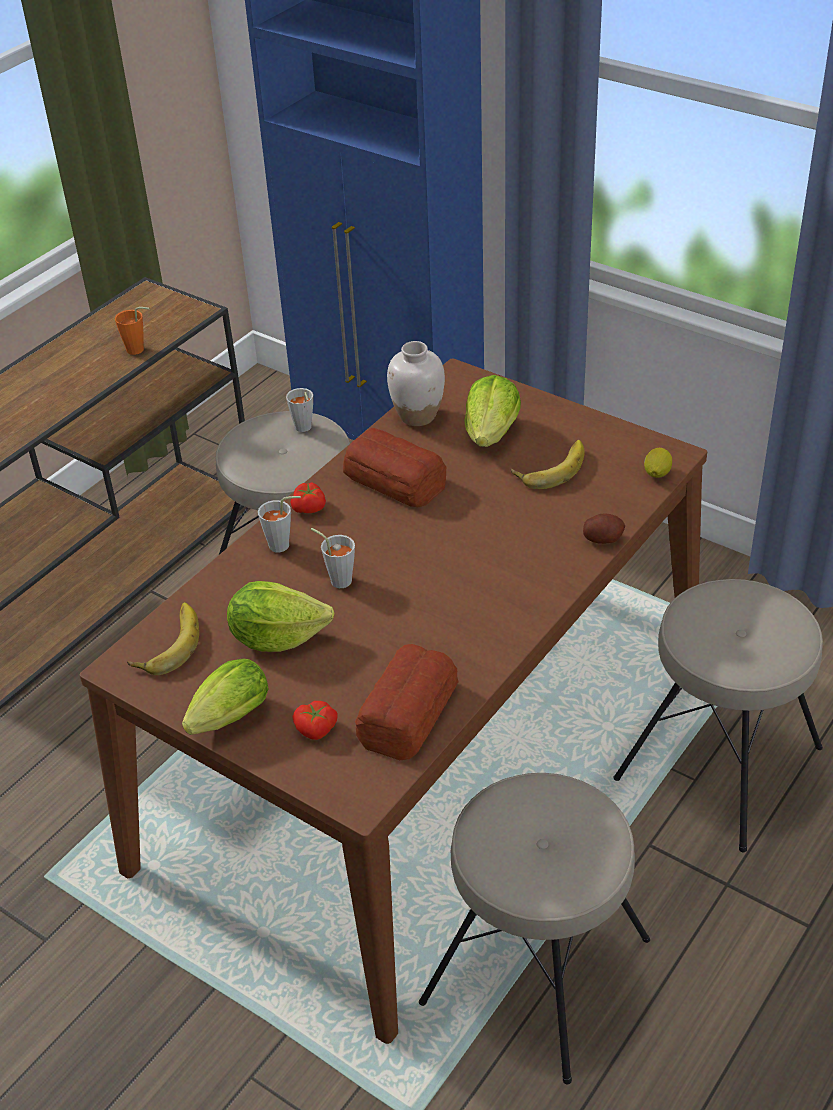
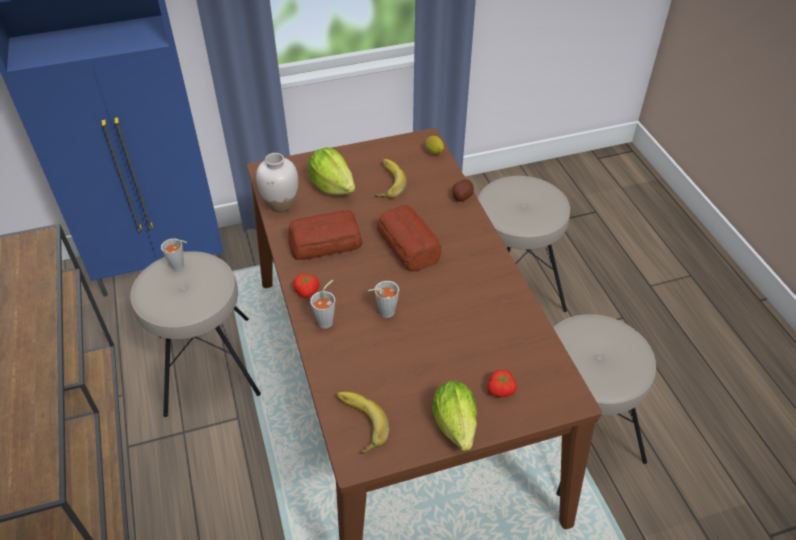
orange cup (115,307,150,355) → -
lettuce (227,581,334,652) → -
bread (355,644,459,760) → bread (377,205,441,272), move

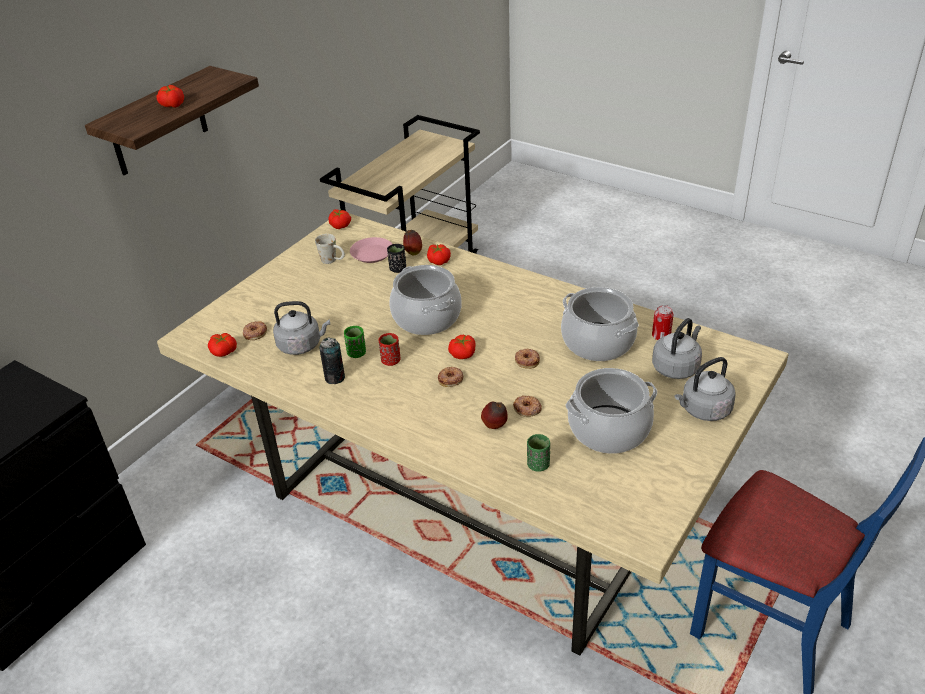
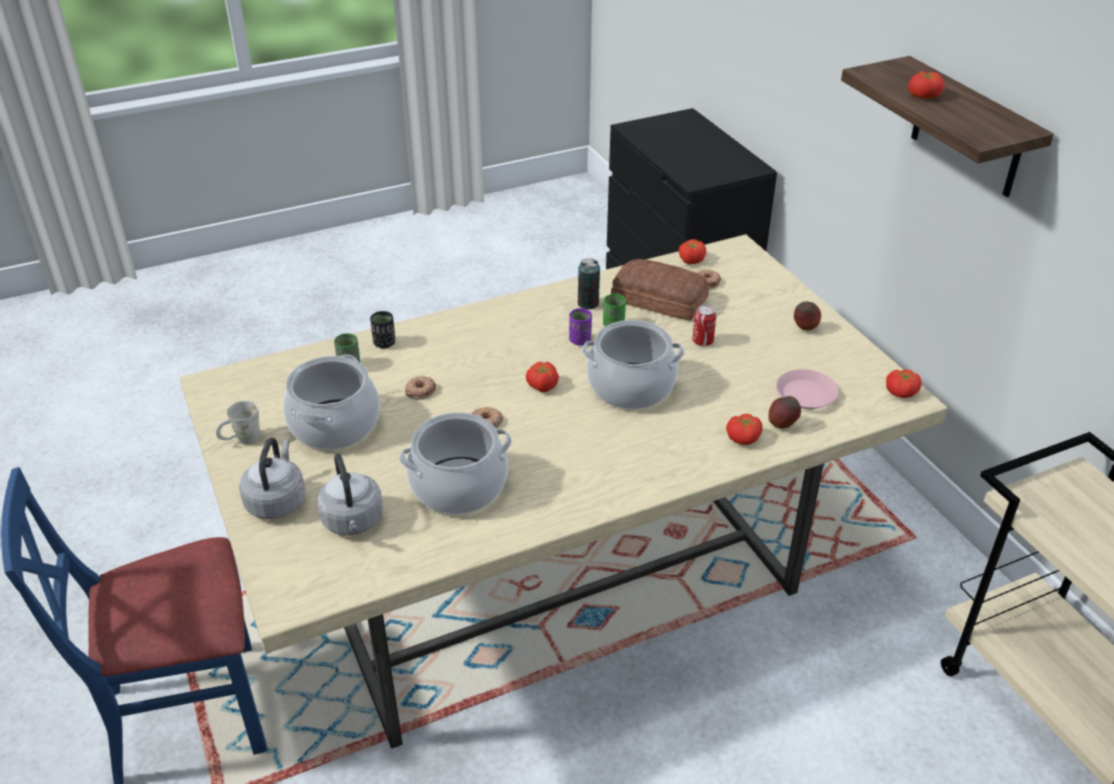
white mug (315,234,345,264) → white mug (216,401,260,445), move
black cup (387,244,406,273) → black cup (370,311,395,348), move
grey kettle (273,301,330,355) → bread (611,259,709,321)
can (652,305,673,340) → can (692,305,716,346), move
red cup (379,333,400,366) → purple cup (569,308,592,346)
donut (438,367,463,387) → -
apple (481,402,508,429) → apple (794,302,821,331), move

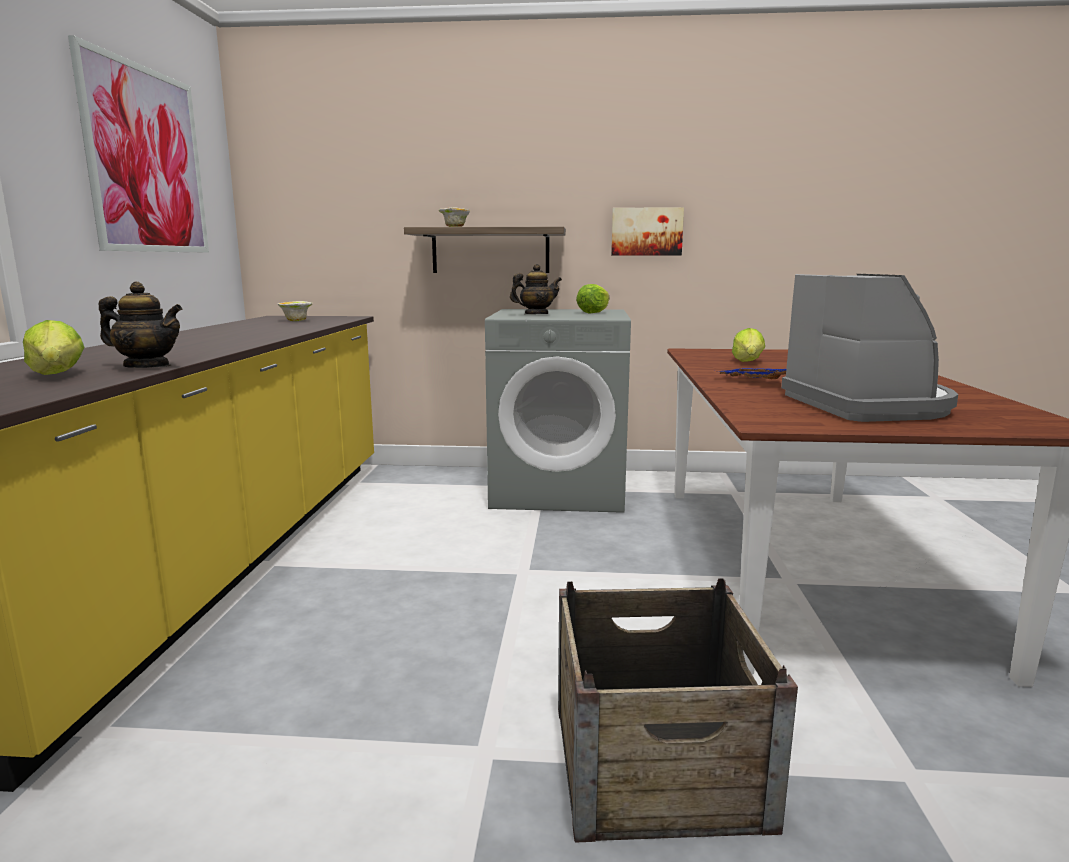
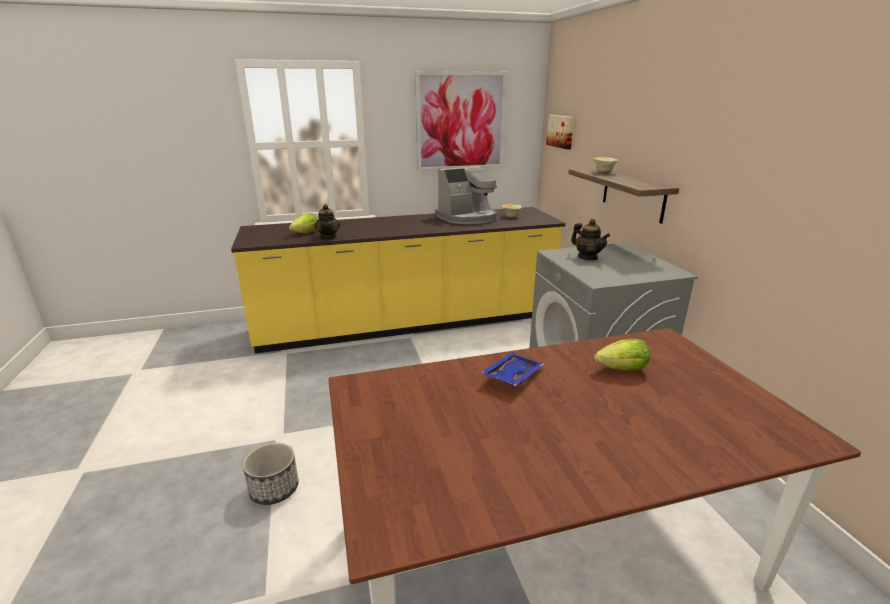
picture (611,207,684,255) → picture (546,115,574,150), move
coffee machine (781,274,958,422) → coffee machine (435,166,497,224), move
lettuce (576,284,610,313) → -
crate (558,578,798,842) → planter (243,443,299,505)

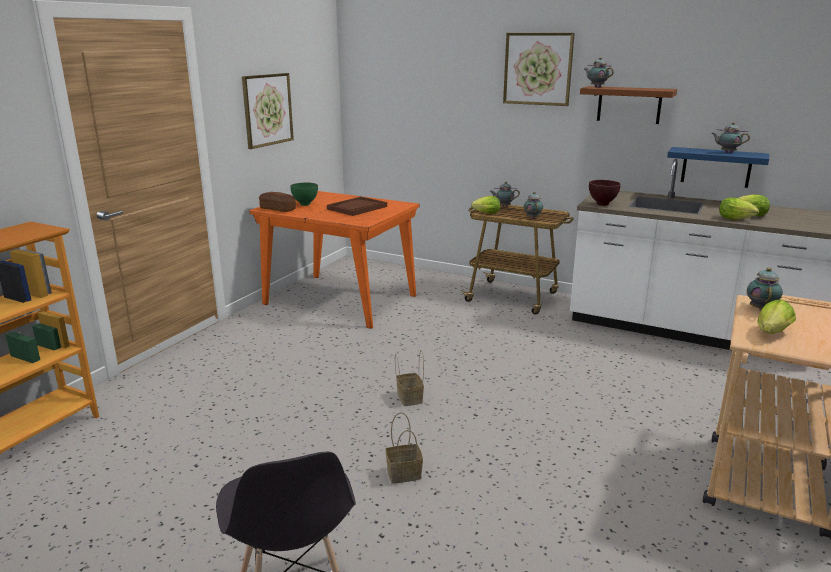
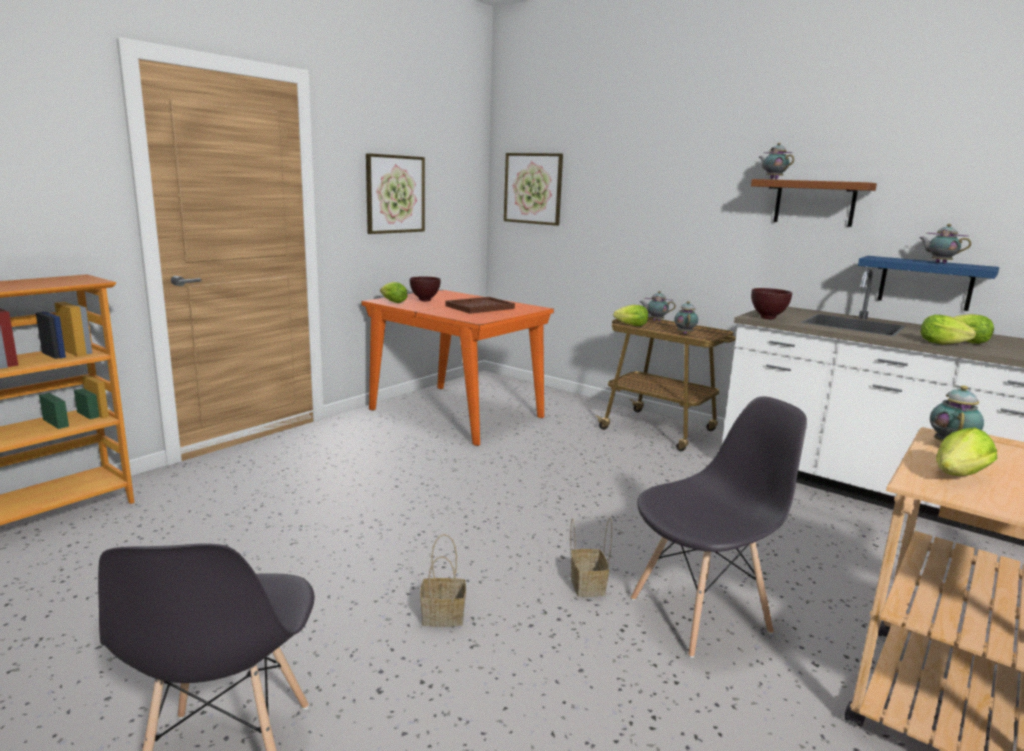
picture (503,33,575,106) → picture (504,153,563,226), move
green bowl (290,183,318,206) → brown bowl (410,276,441,301)
bread (259,192,296,212) → lettuce (380,282,408,303)
basket (395,350,424,406) → basket (571,518,612,597), move
- → grey chair (631,396,807,658)

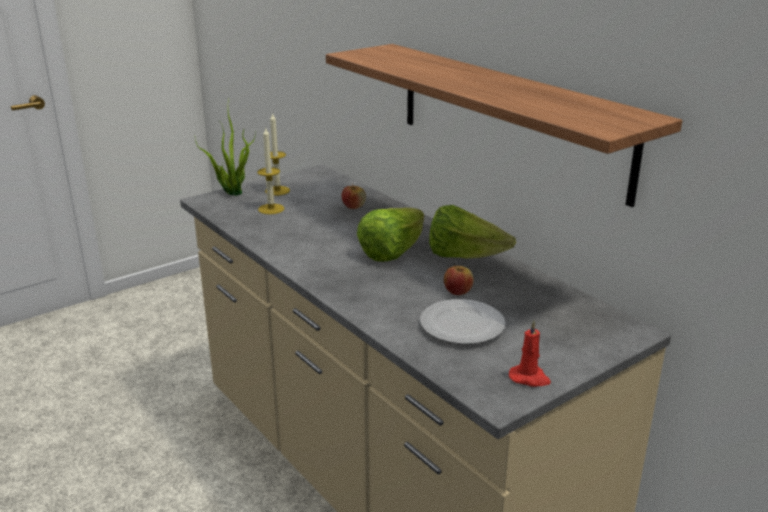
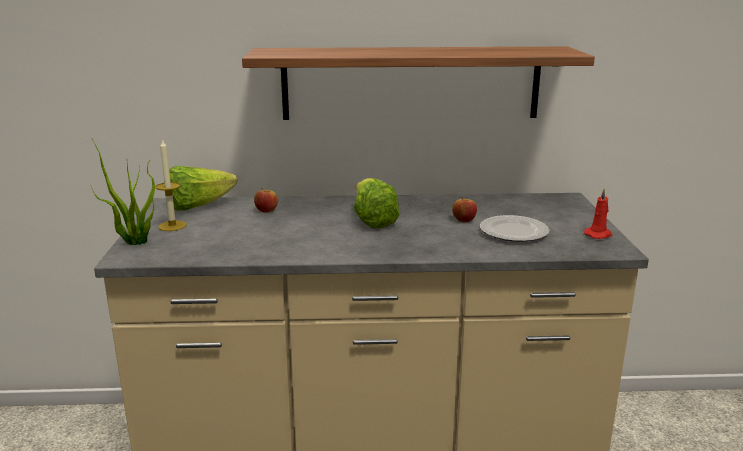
candle (257,128,284,214) → -
lettuce (429,205,516,258) → lettuce (169,166,237,211), move

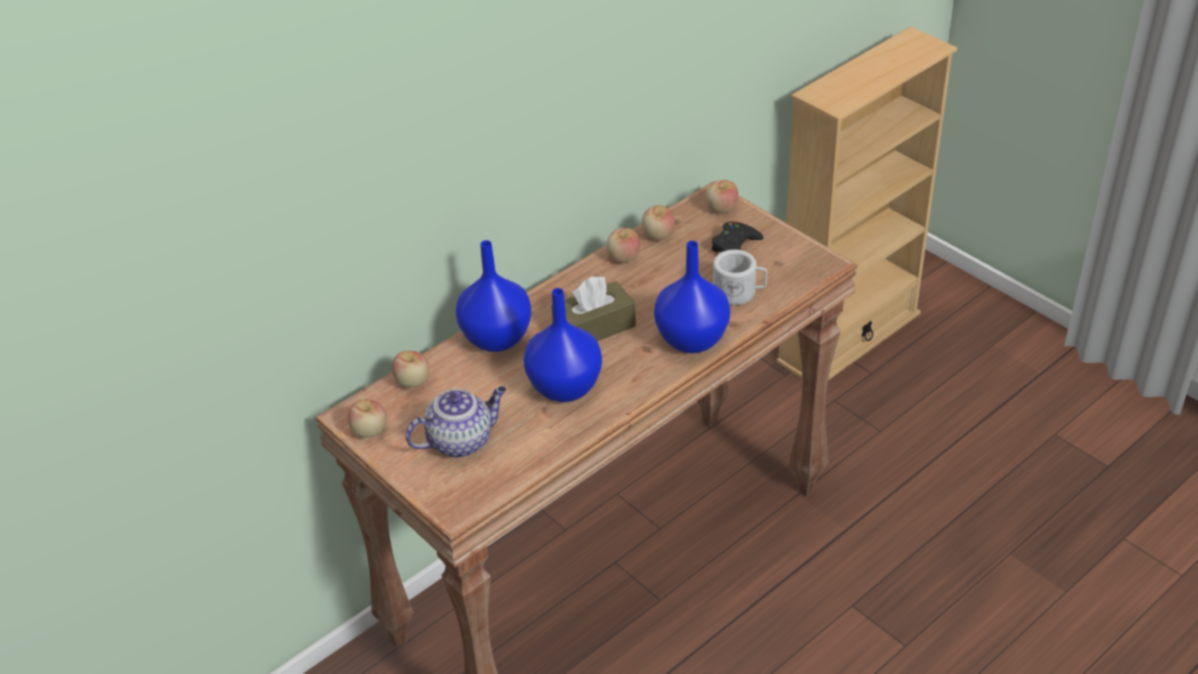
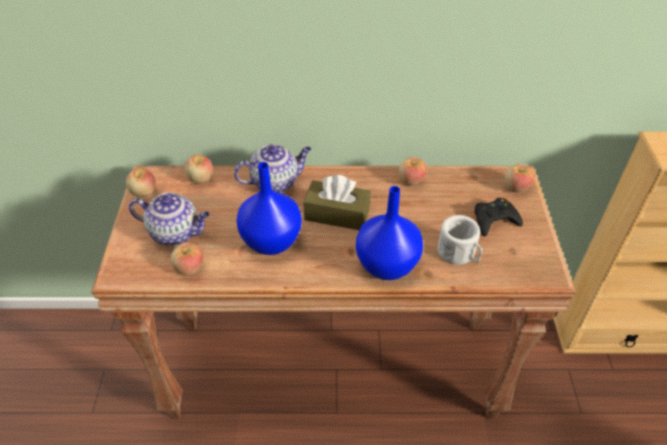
apple (642,205,675,240) → apple (171,242,203,276), move
blue vase (456,240,532,352) → teapot (234,144,311,193)

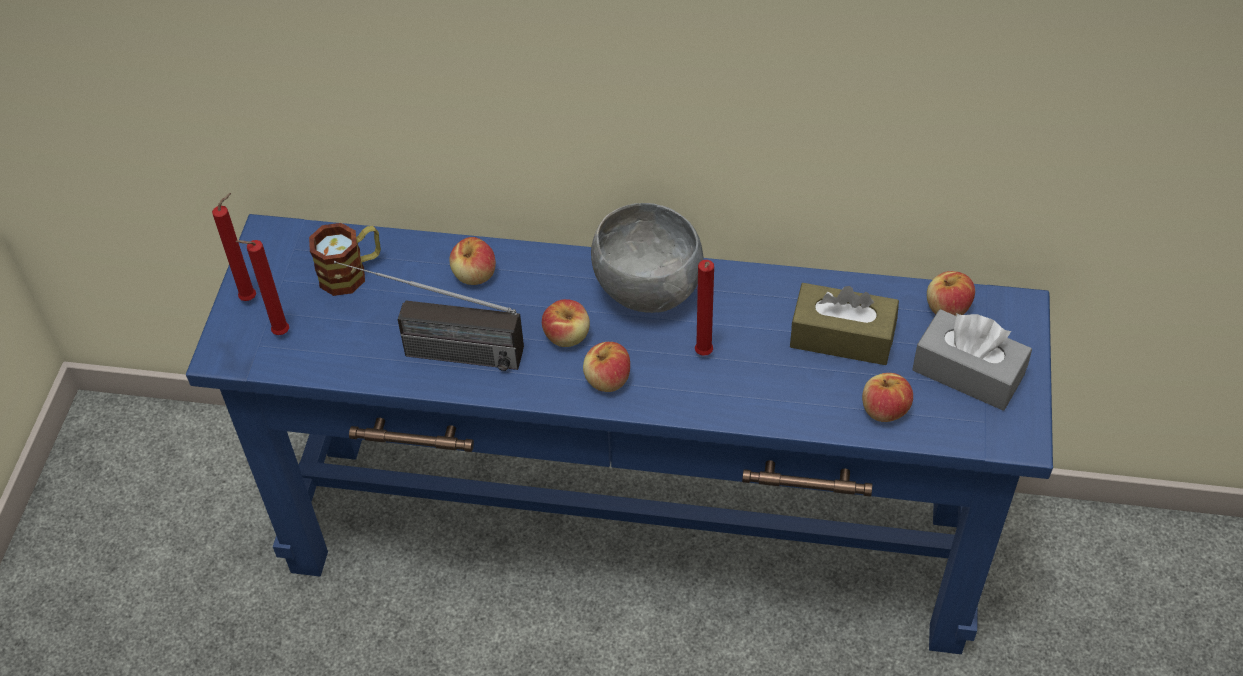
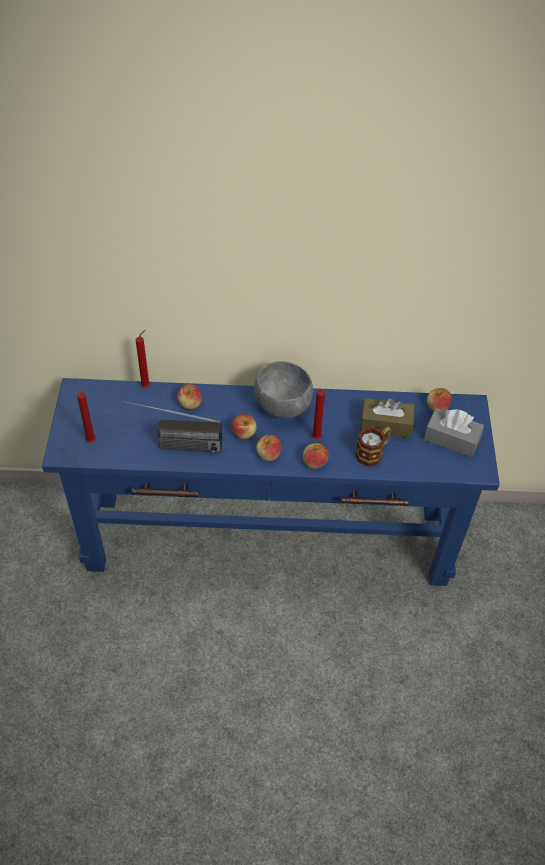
red candle (212,193,256,301) → red candle (136,330,150,387), move
mug (309,223,381,296) → mug (355,426,391,466), move
apple (862,373,913,422) → apple (303,443,329,469), move

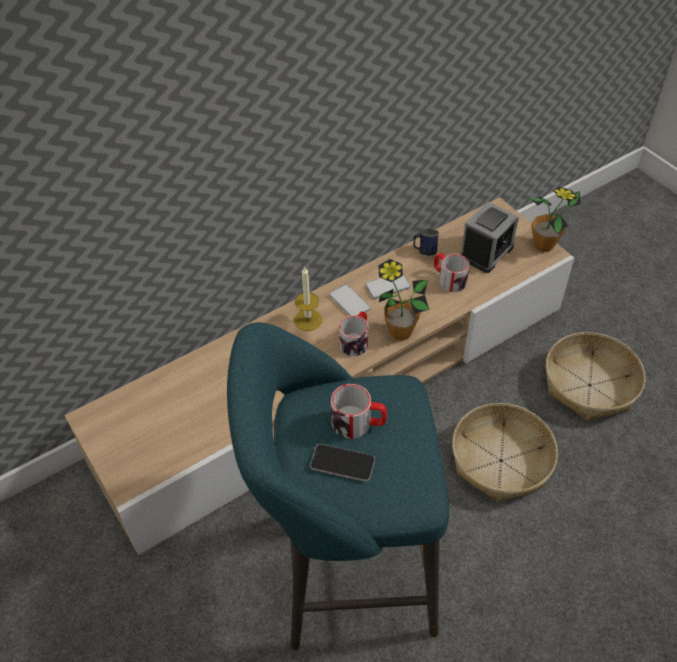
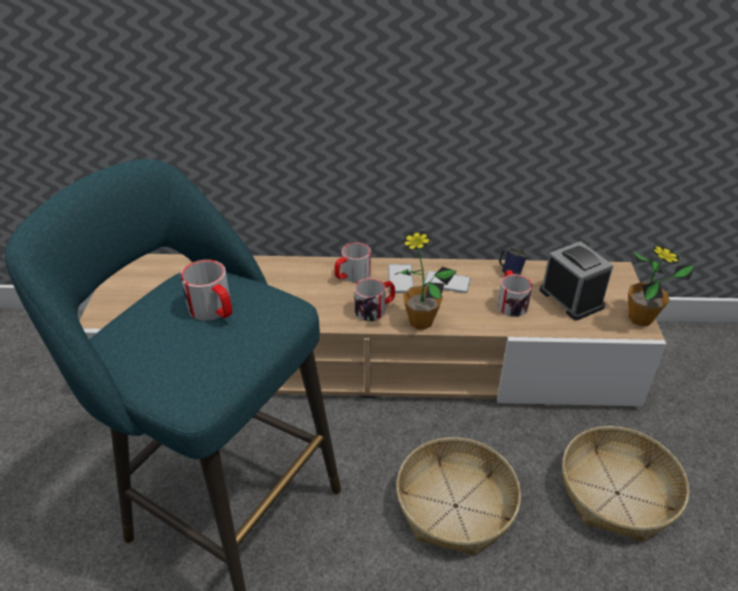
alarm clock (460,202,519,273) → alarm clock (540,241,613,320), 105 degrees counterclockwise
candle (294,266,322,331) → mug (334,242,371,282)
phone (310,444,375,481) → -

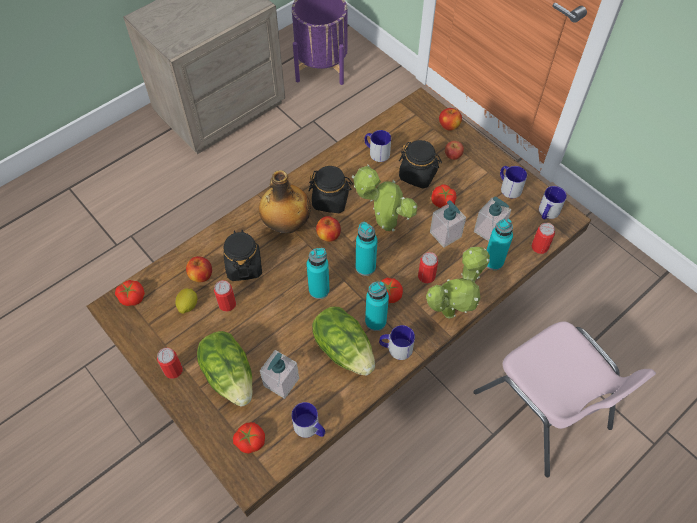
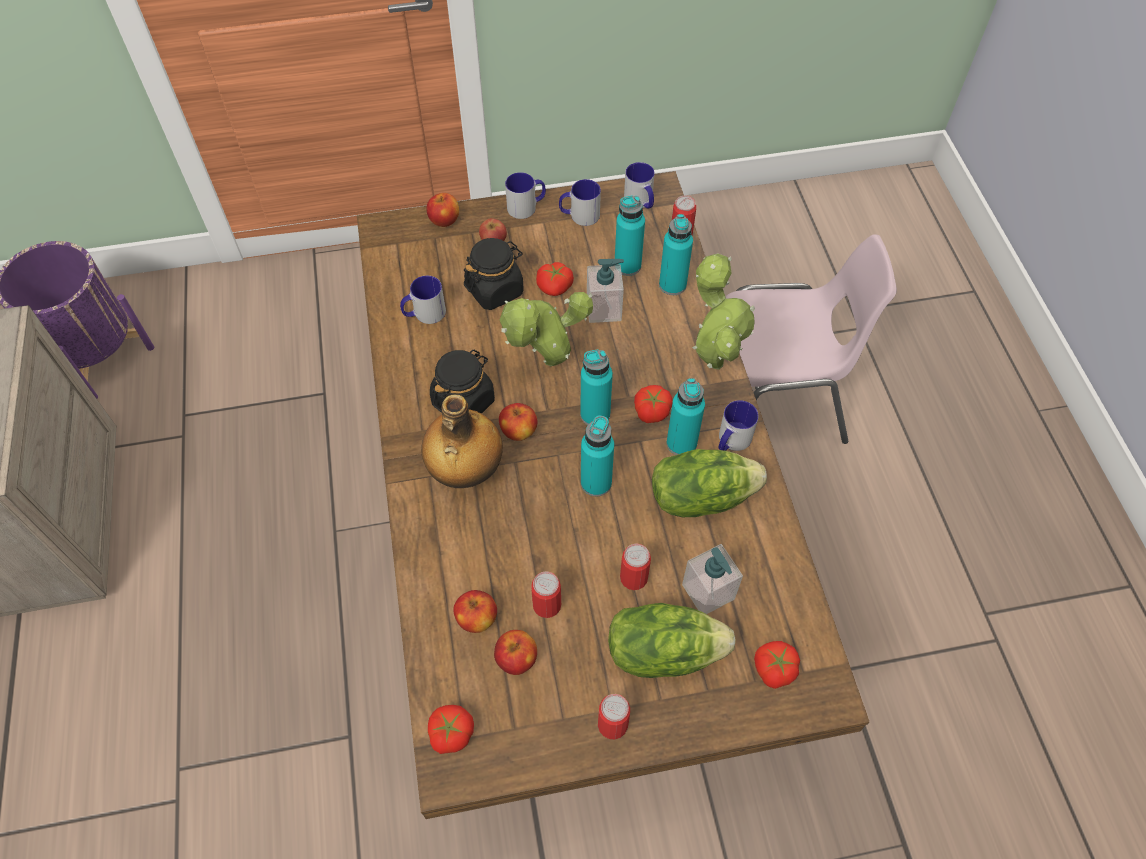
soap dispenser (474,197,511,241) → turquoise bottle (615,196,645,276)
black jar (223,230,262,281) → -
can (418,252,438,283) → can (620,544,651,590), move
lemon (175,288,197,314) → apple (494,630,537,675)
mug (291,402,325,438) → mug (505,172,546,219), move

